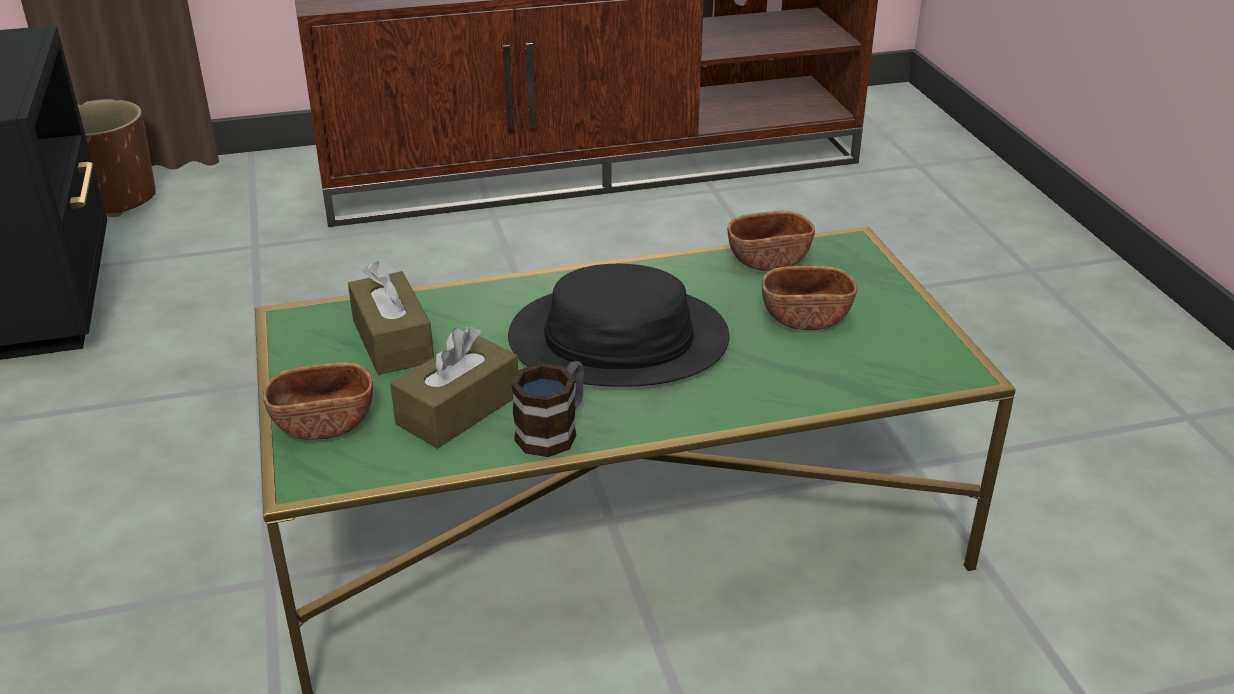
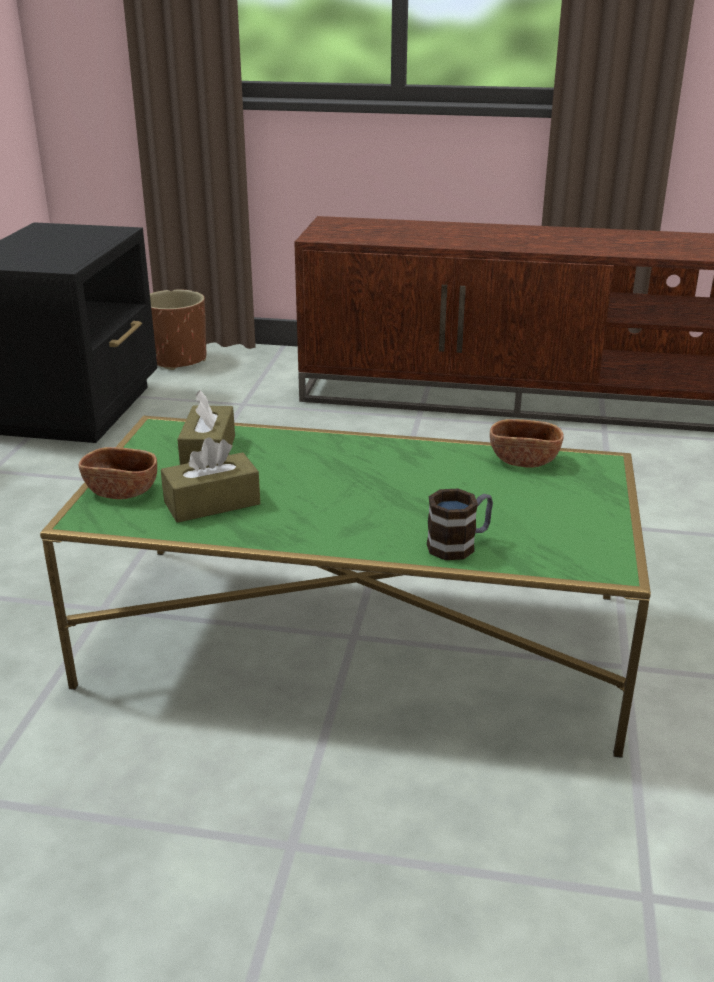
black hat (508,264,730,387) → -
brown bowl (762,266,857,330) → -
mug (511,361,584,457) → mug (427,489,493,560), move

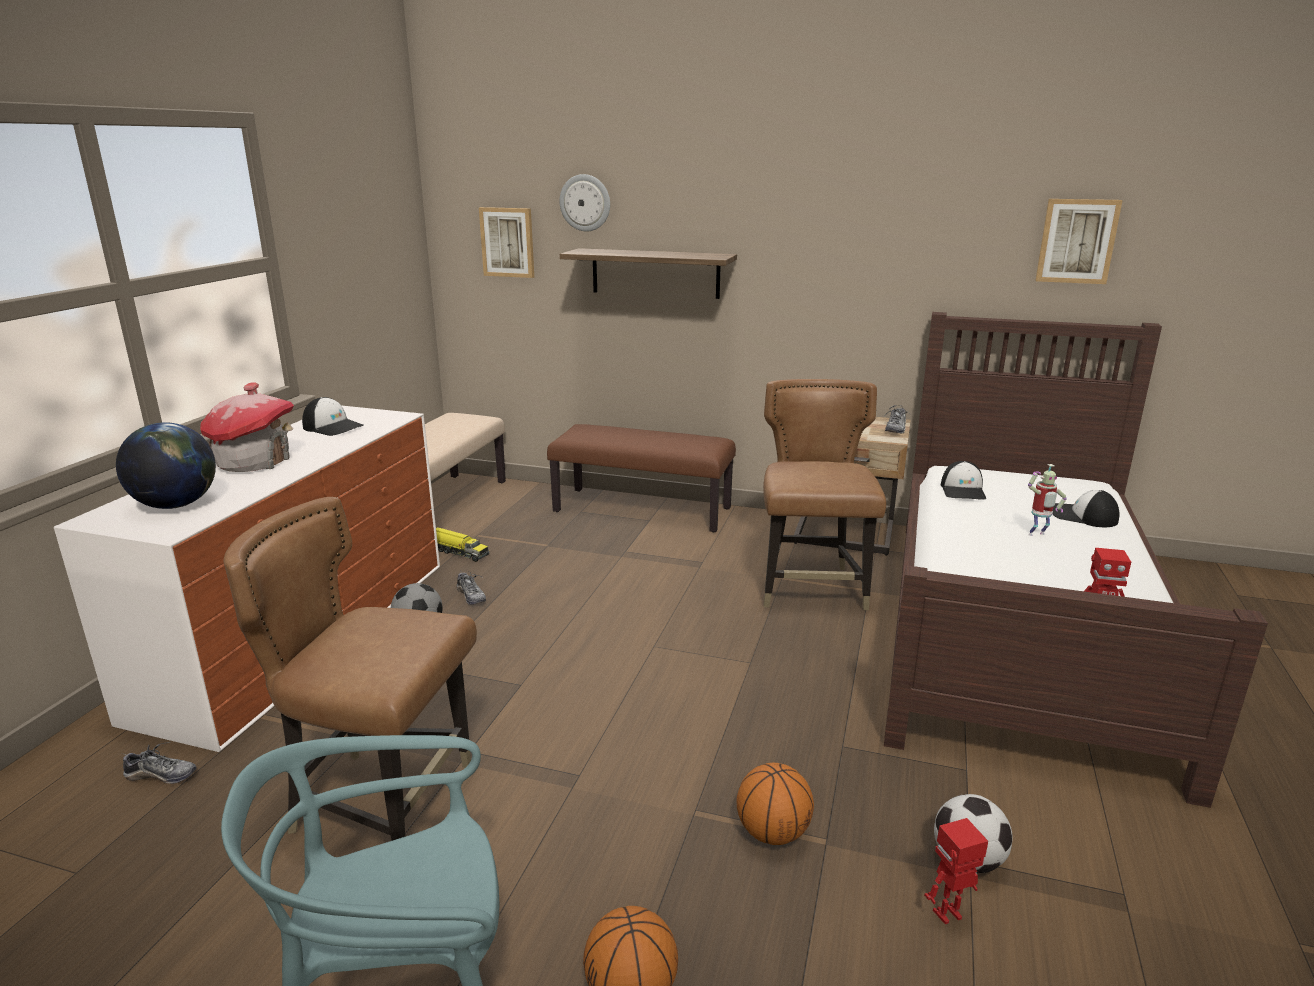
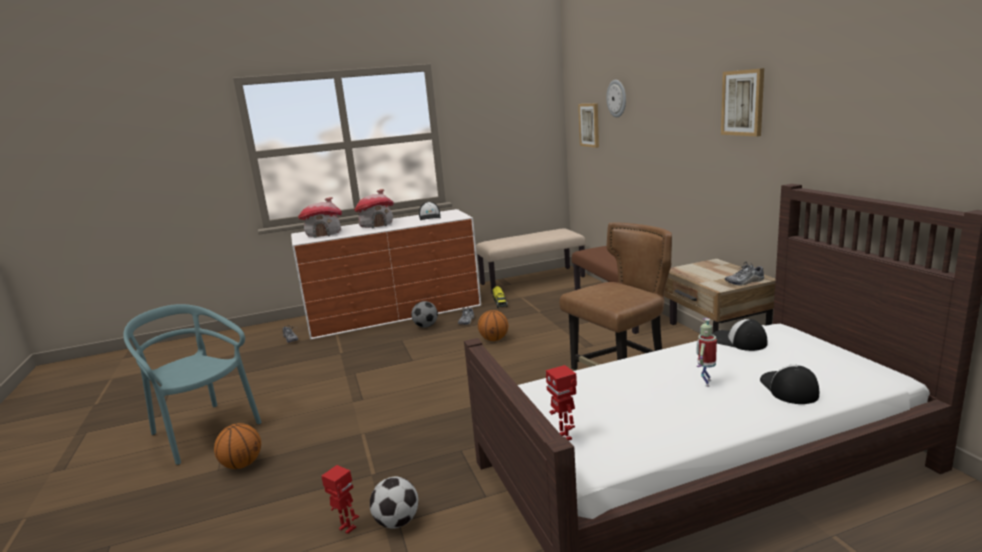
picture (1035,199,1123,284) → picture (721,68,764,137), move
shelf (560,248,737,299) → -
globe (116,422,216,509) → toy house (298,197,342,238)
cap (941,461,986,500) → cap (713,319,767,351), 75 degrees clockwise
toy robot (1028,464,1067,536) → toy robot (697,318,717,387), 75 degrees clockwise
brown chair (224,497,477,841) → -
basketball (737,763,814,845) → basketball (478,310,508,341), move

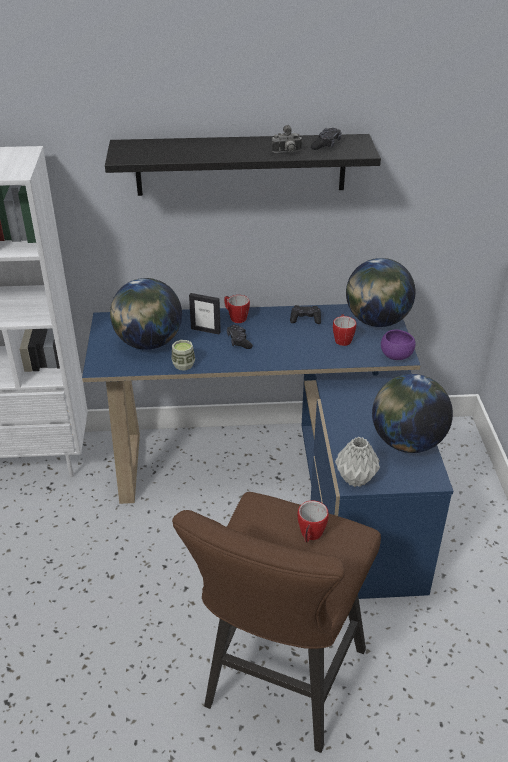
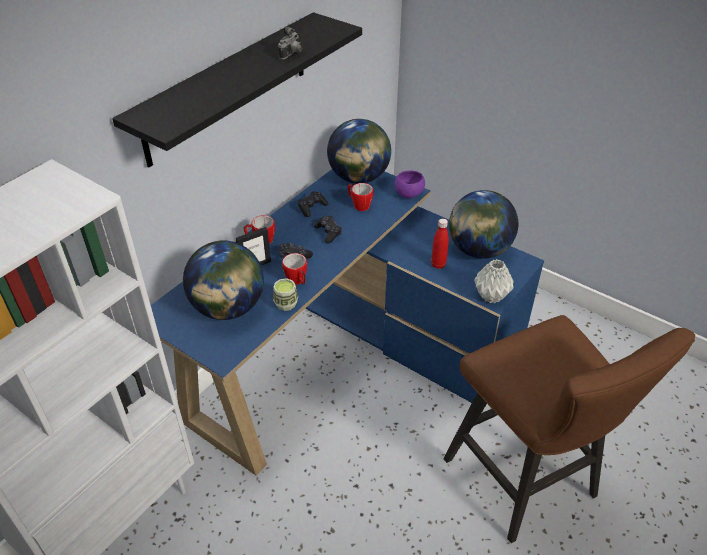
black game controller (311,128,341,150) → black game controller (314,216,342,244), move
mug (297,501,329,542) → mug (282,253,307,285), move
- → red bottle (431,219,449,269)

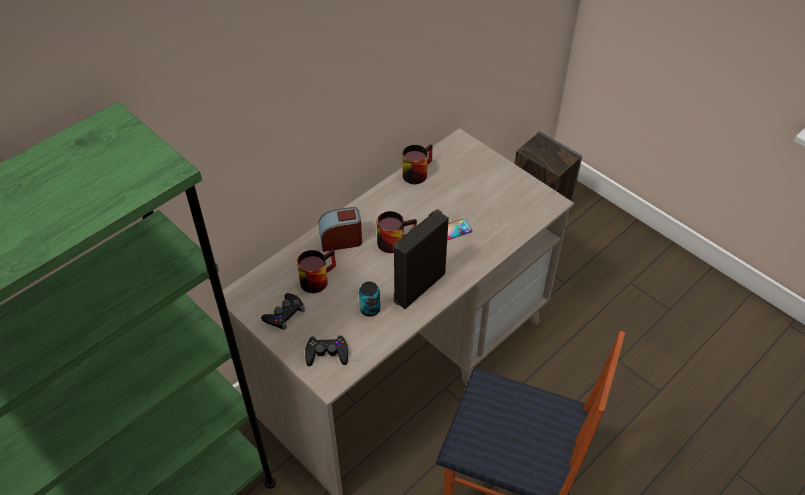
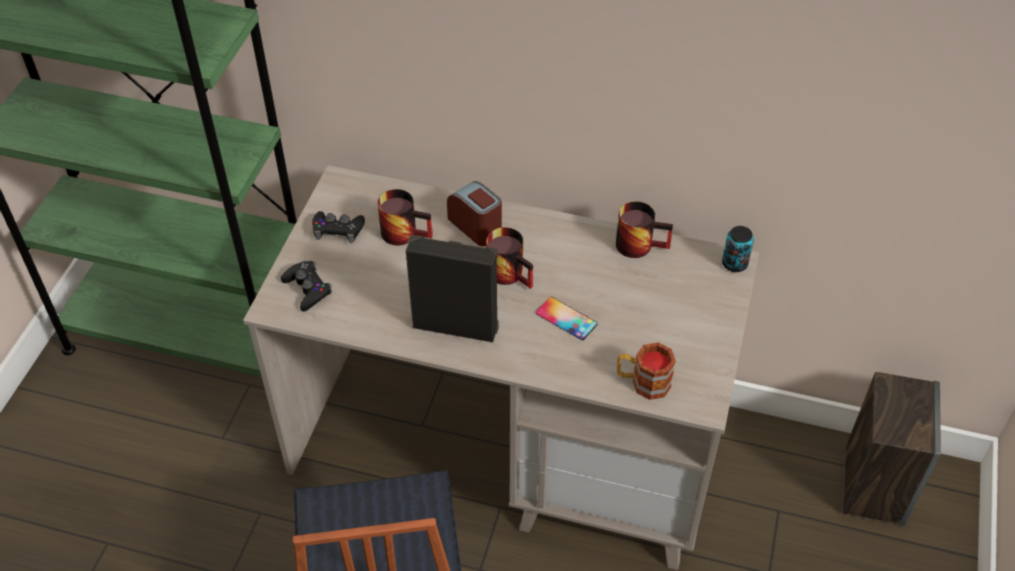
can (359,282,380,317) → can (722,226,754,272), move
- → mug (617,343,676,400)

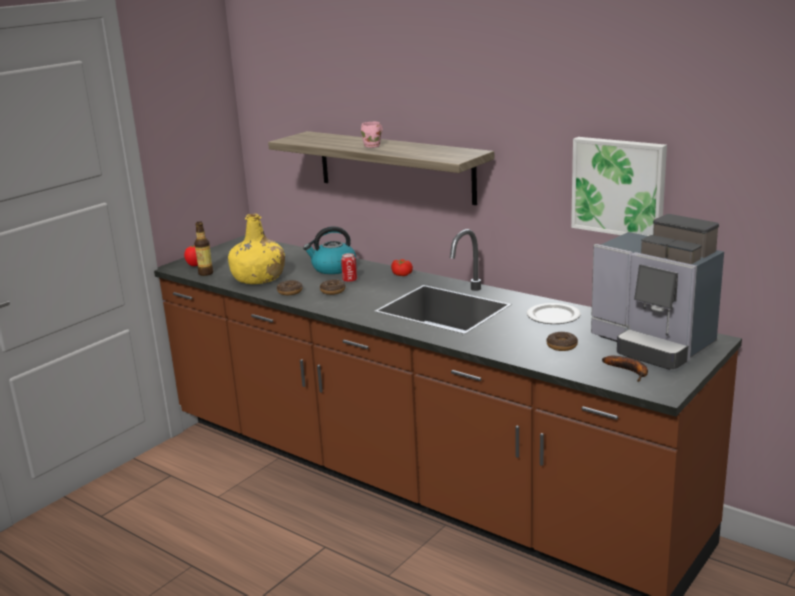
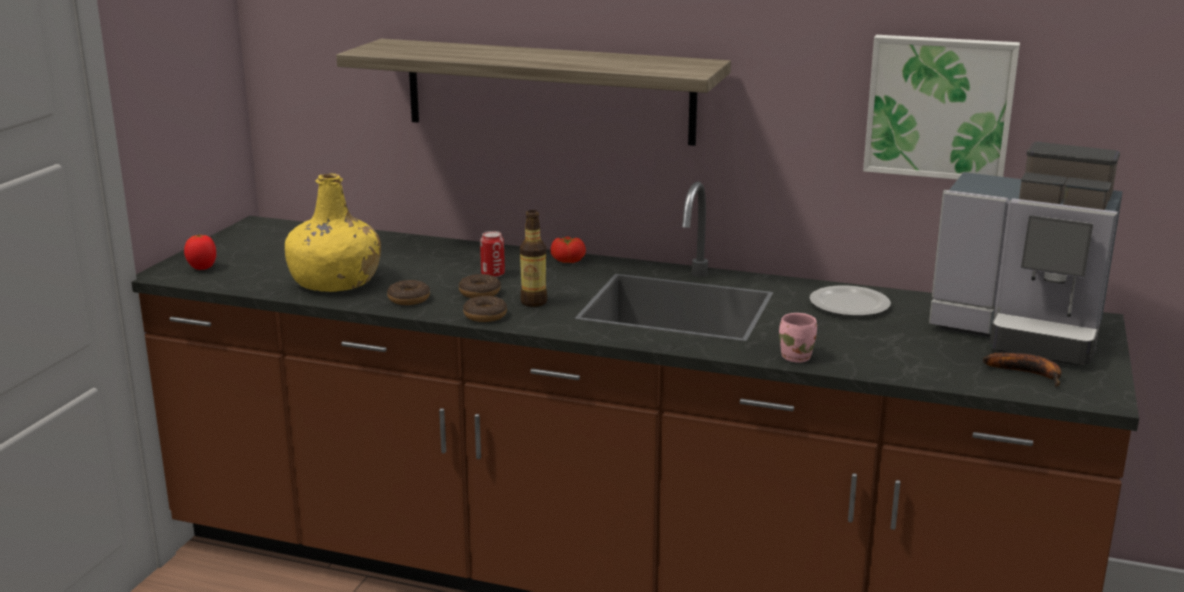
pink mug (361,122,383,148) → pink mug (779,313,817,363), move
bottle (194,221,213,276) → bottle (520,210,547,307), move
kettle (303,226,356,274) → -
donut (546,332,578,351) → donut (463,296,507,322), move

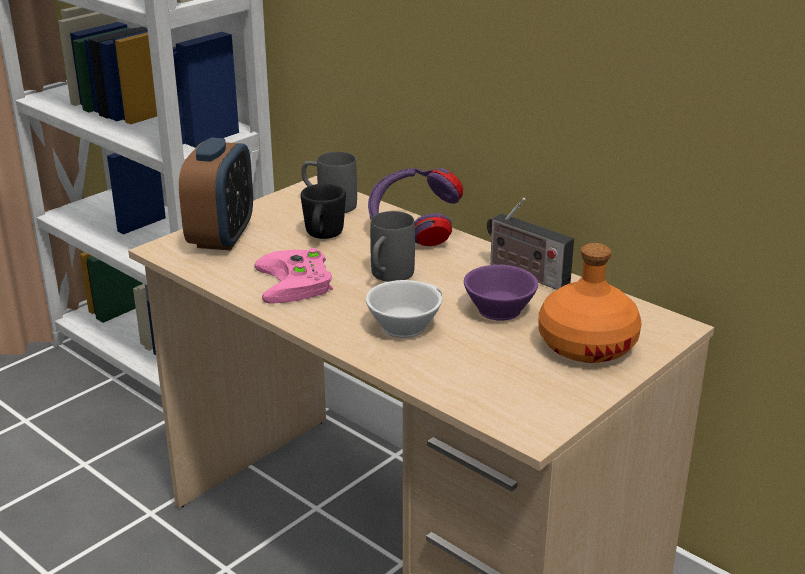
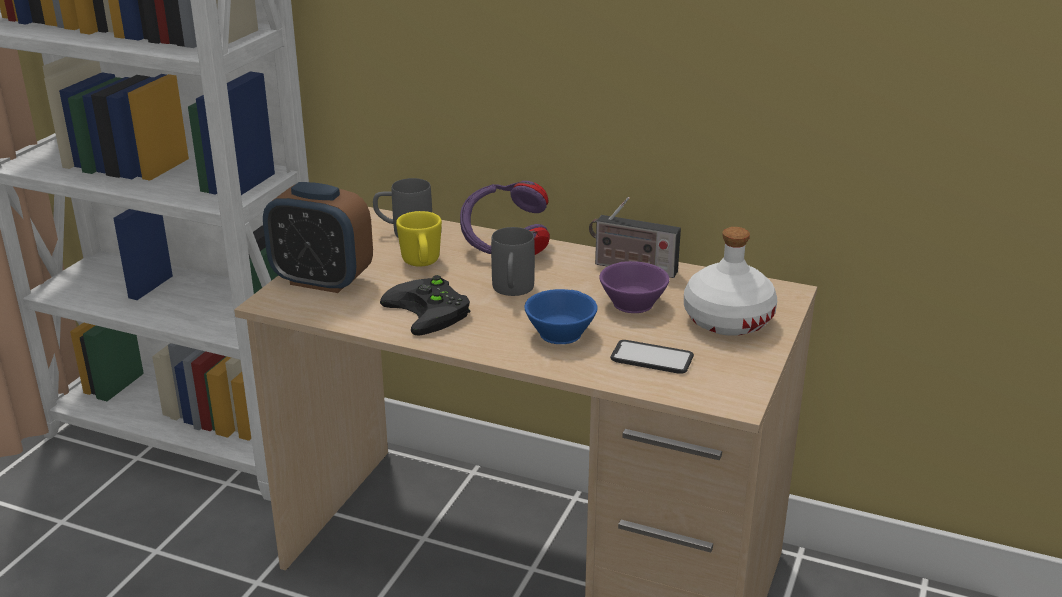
alarm clock (179,138,253,251) → alarm clock (263,182,373,293), 120 degrees clockwise
black mug (301,184,346,239) → yellow mug (396,211,442,266)
orange bottle (538,243,642,363) → white bottle (684,227,777,336)
pink game controller (254,248,333,303) → black game controller (380,275,470,335)
white cup (366,280,442,338) → blue cup (524,289,597,344)
- → phone (610,340,694,374)

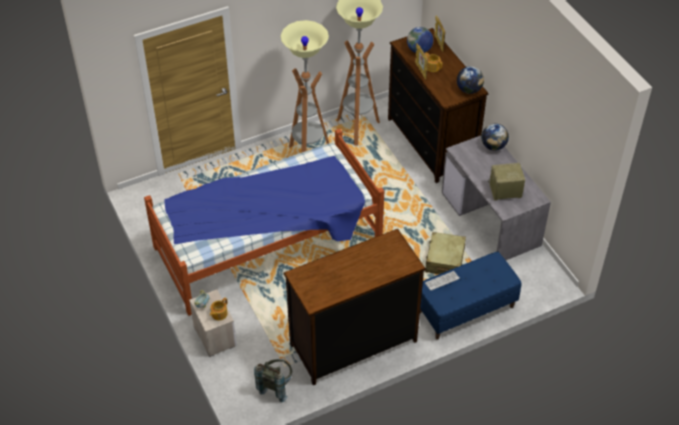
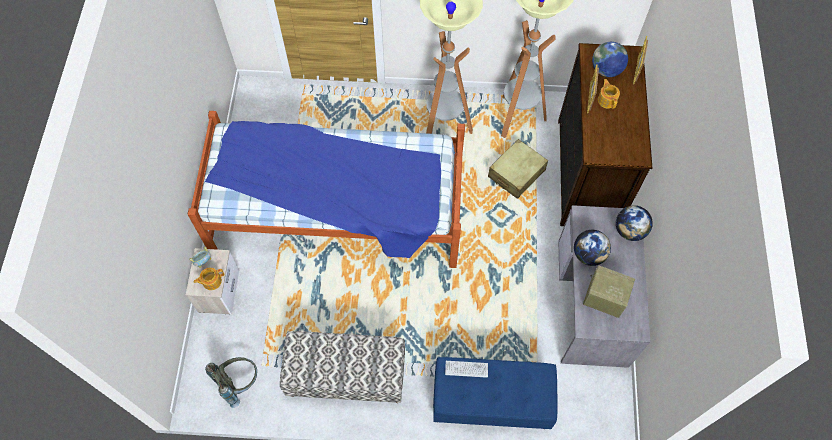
globe (457,66,484,94) → globe (574,230,611,266), move
dresser (283,229,426,385) → bench (280,331,405,403)
beige suitcase (425,232,466,274) → beige suitcase (488,139,548,199), move

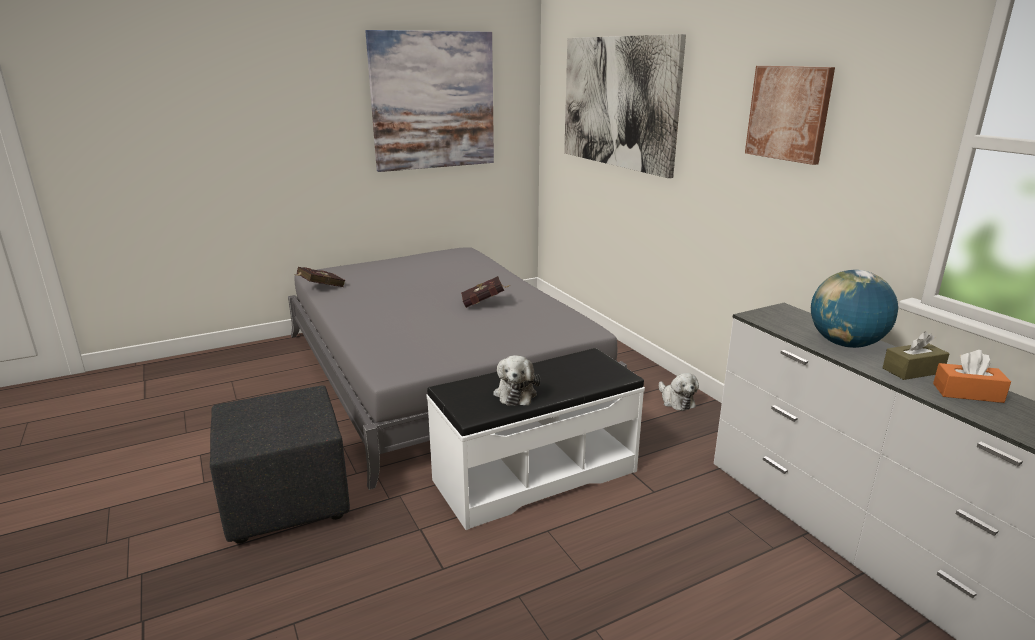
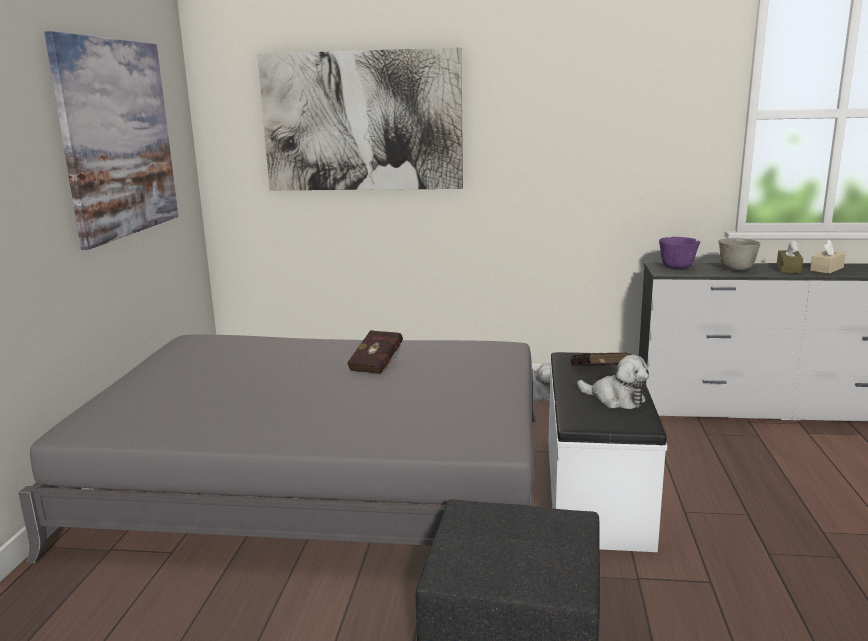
picture (745,66,835,165) → -
red book (294,267,345,287) → red book (571,352,628,366), move
globe (811,270,898,348) → grey bowl (718,238,760,271)
orange tissue box (933,350,1011,403) → beige tissue box (810,239,846,274)
- → purple bowl (659,237,700,269)

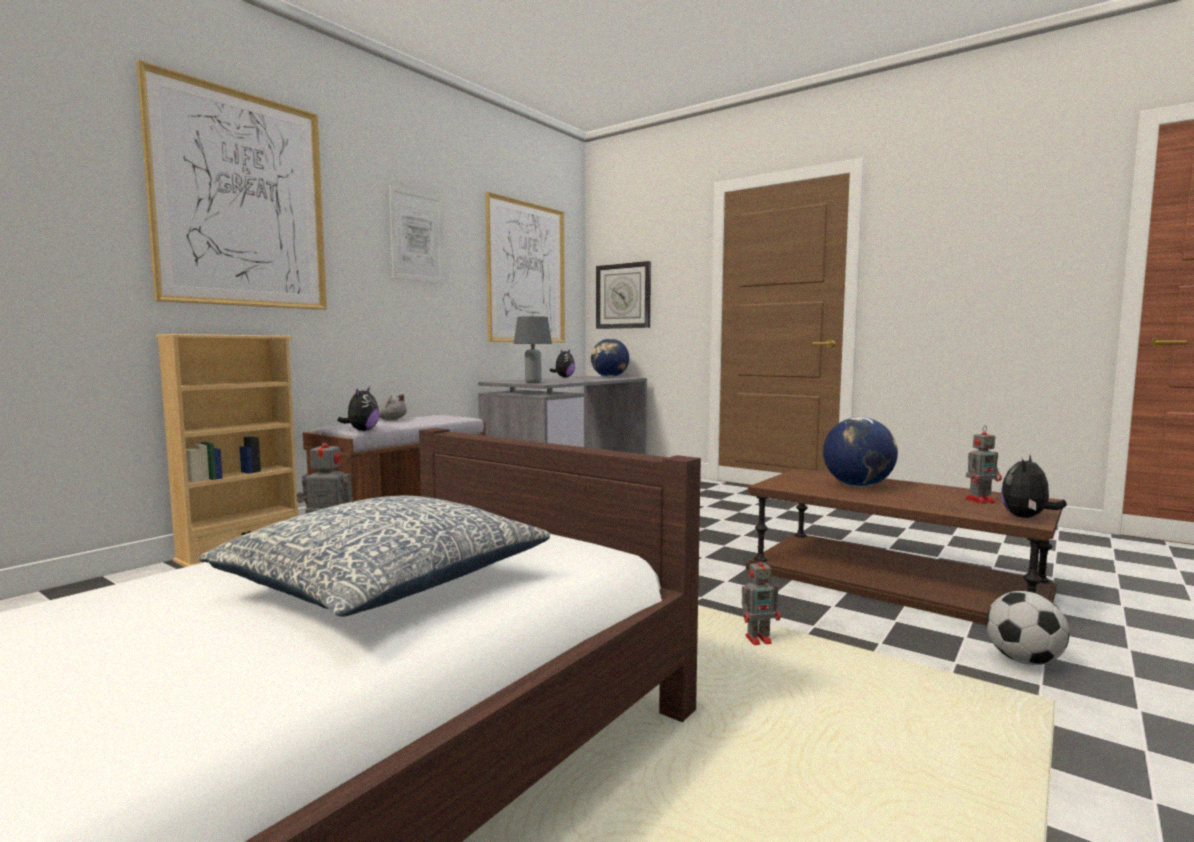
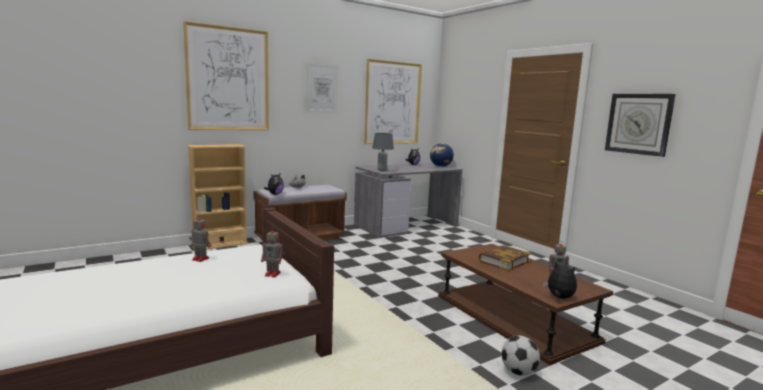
wall clock (596,261,651,329) → wall clock (605,94,676,157), move
globe (823,417,898,487) → book (479,245,531,271)
plush toy (1001,454,1067,518) → plush toy (543,261,577,299), 75 degrees clockwise
pillow (199,495,550,617) → -
toy robot (742,554,780,645) → toy robot (261,231,285,277), move

